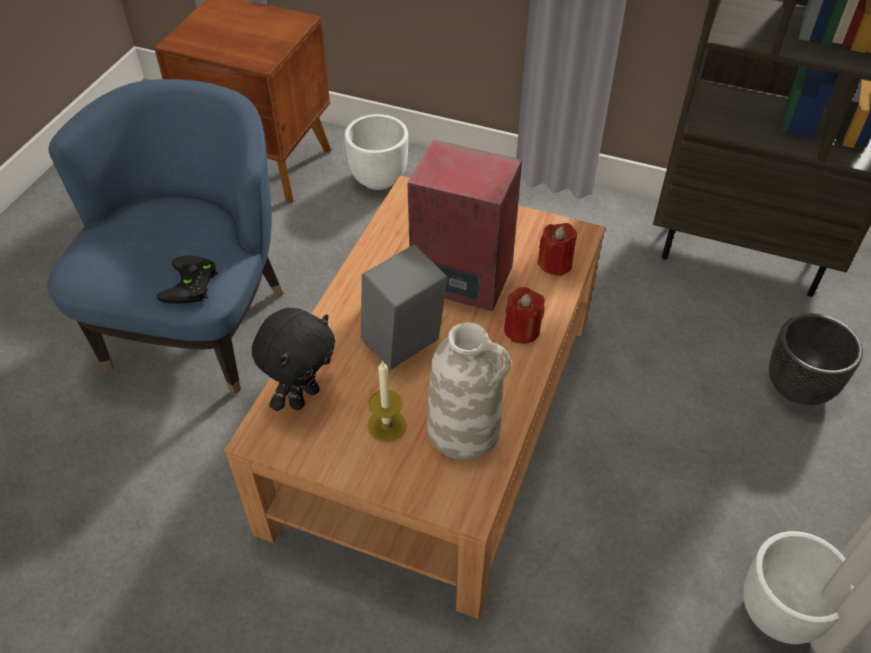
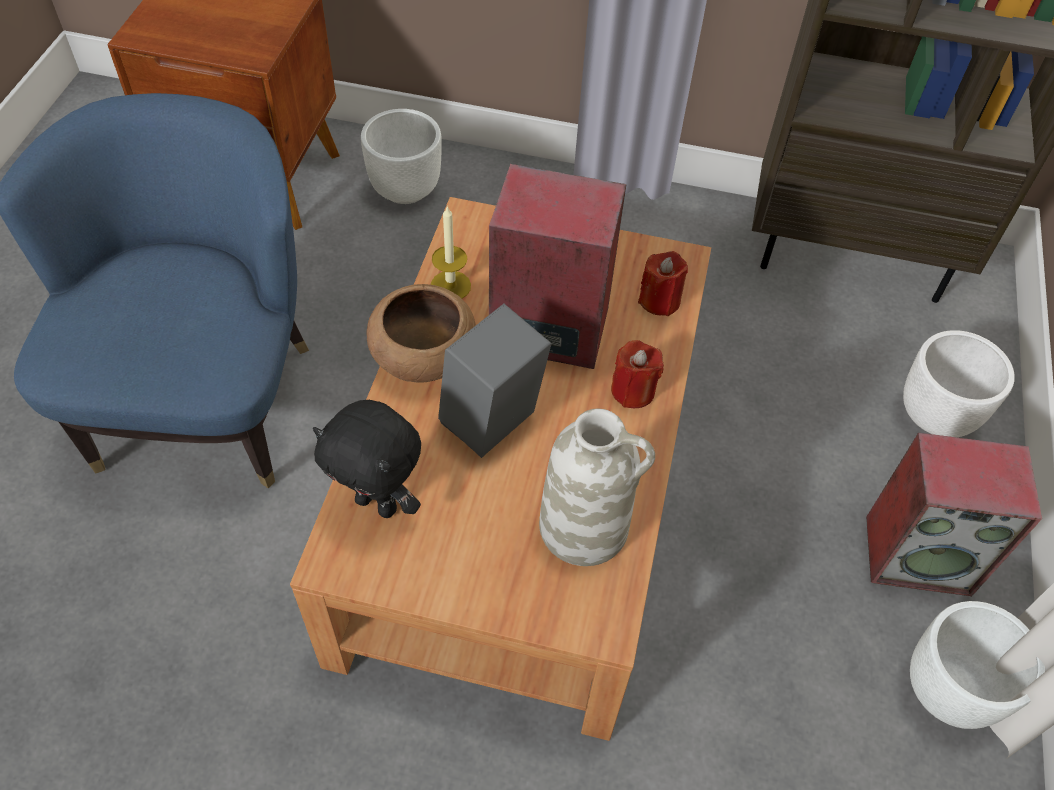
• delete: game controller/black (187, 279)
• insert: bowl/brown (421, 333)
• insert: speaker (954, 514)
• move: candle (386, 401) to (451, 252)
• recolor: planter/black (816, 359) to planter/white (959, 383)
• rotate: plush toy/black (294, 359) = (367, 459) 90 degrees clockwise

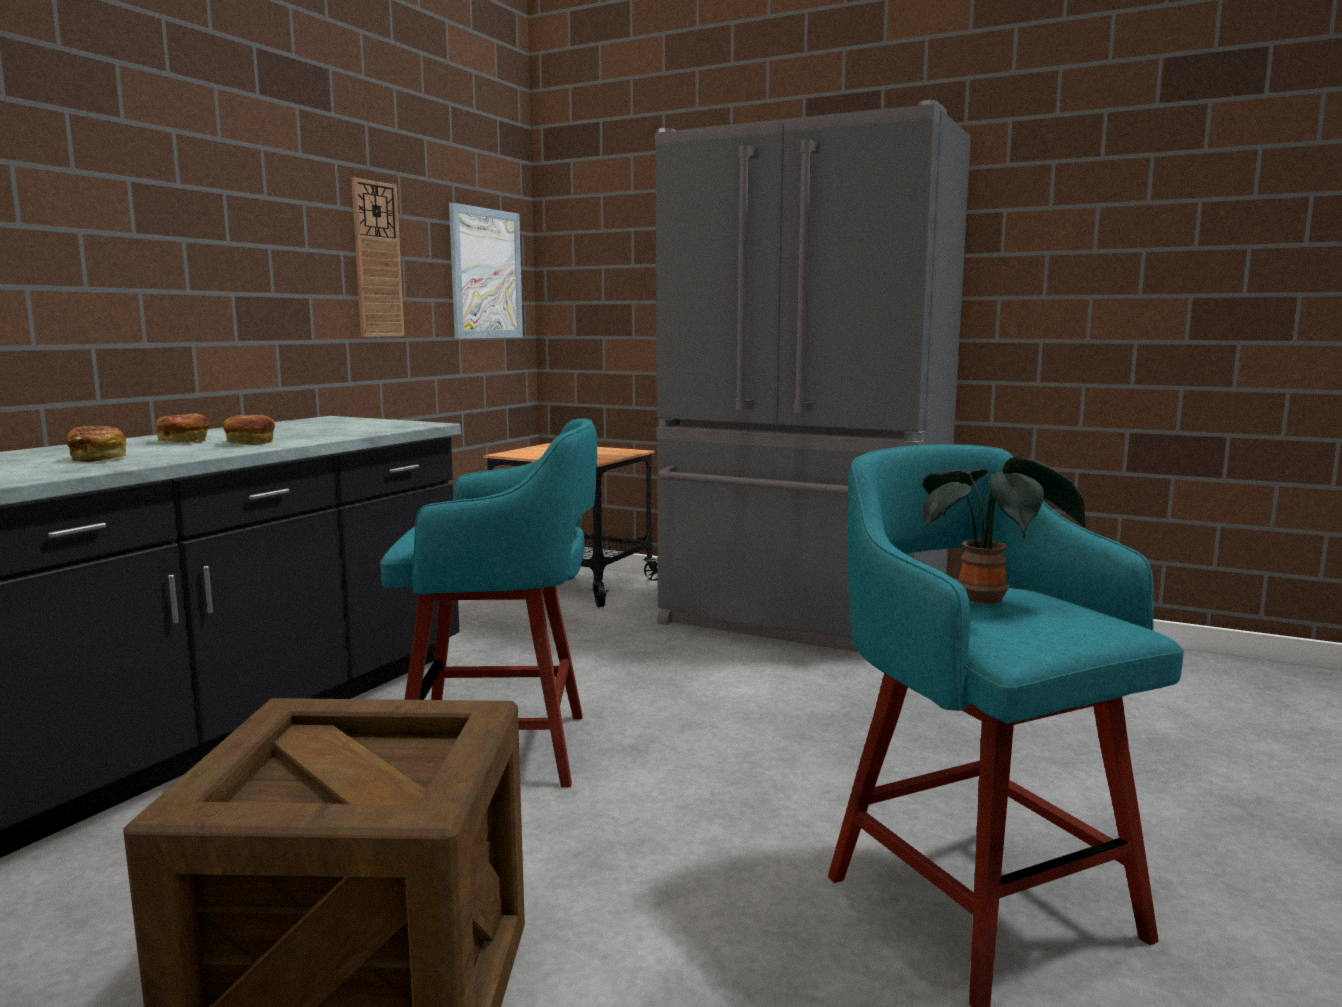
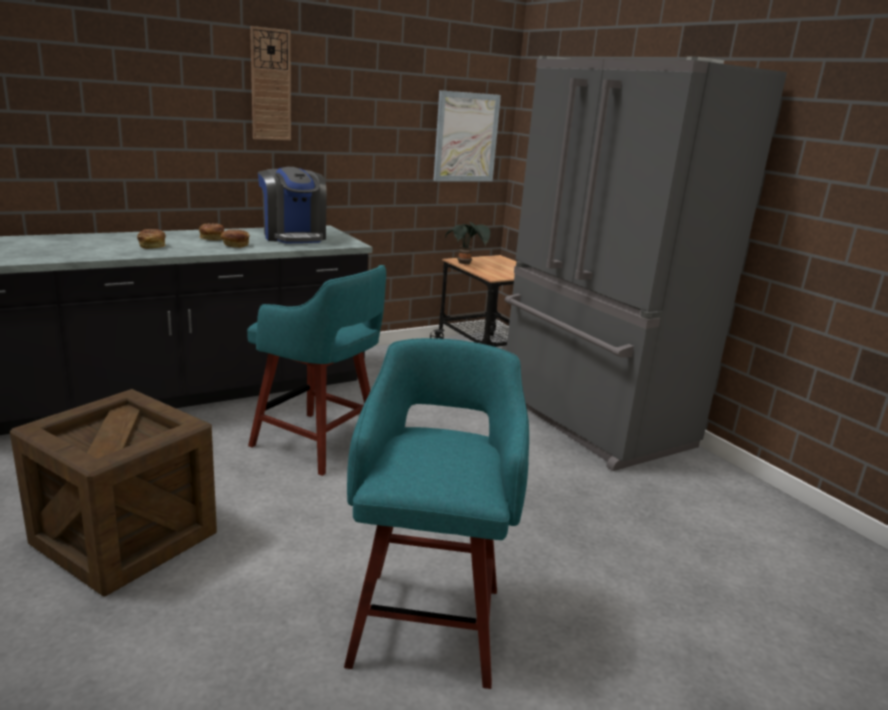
• insert: coffee machine (292, 205)
• move: wall clock (377, 257) to (270, 83)
• move: potted plant (1004, 530) to (467, 243)

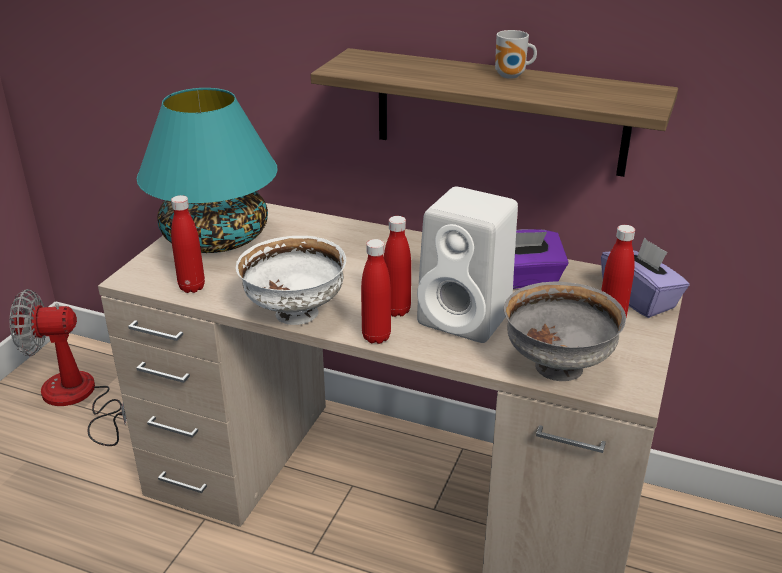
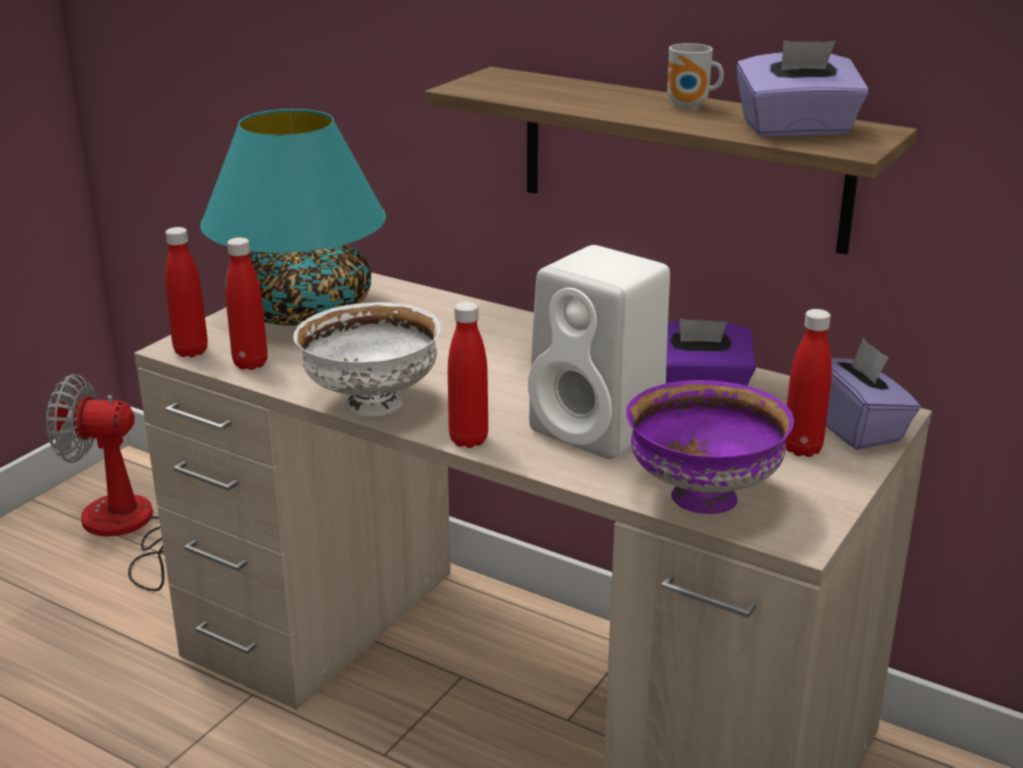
• insert: tissue box/purple (802, 88)
• move: bottle/red (397, 266) to (186, 292)
• recolor: bowl/grey (564, 331) to bowl/purple (710, 447)

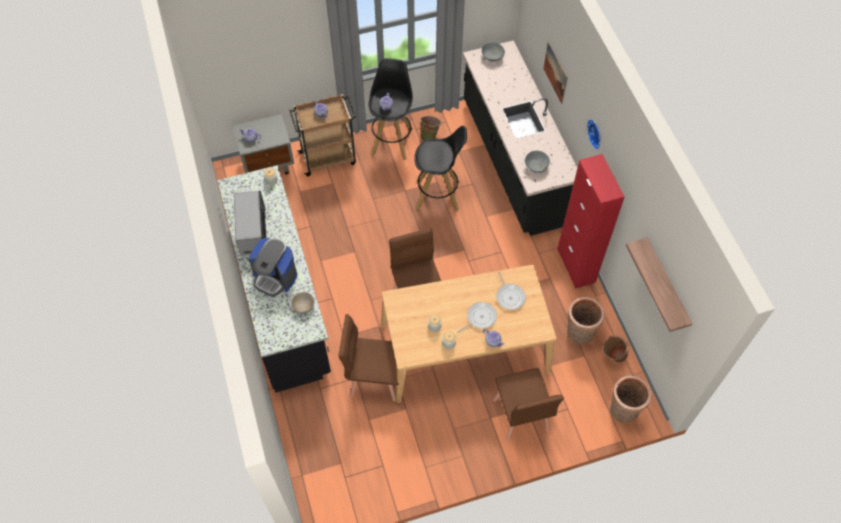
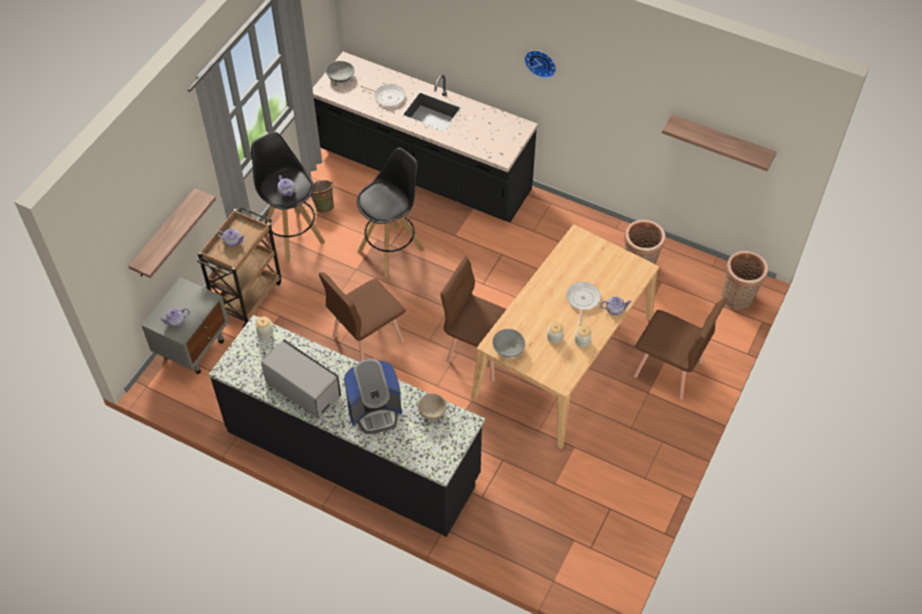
• delete: picture (555, 73)
• delete: cabinet/red (591, 221)
• delete: bucket/brown (616, 349)
• insert: shelf (172, 233)
• move: chair/brown (368, 358) to (362, 316)
• move: frying pan (511, 291) to (382, 95)
• move: bowl/grey (537, 162) to (508, 343)

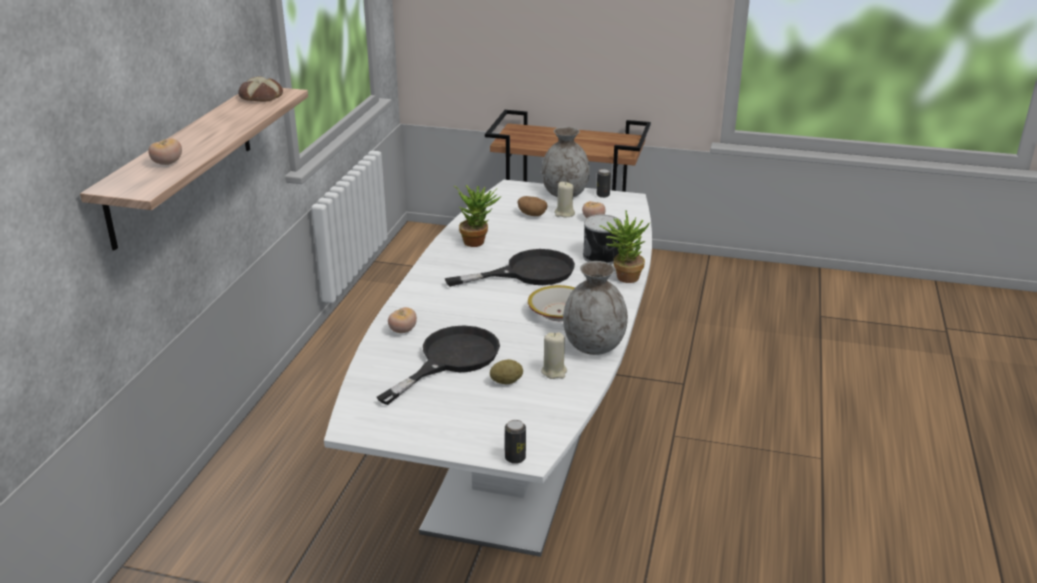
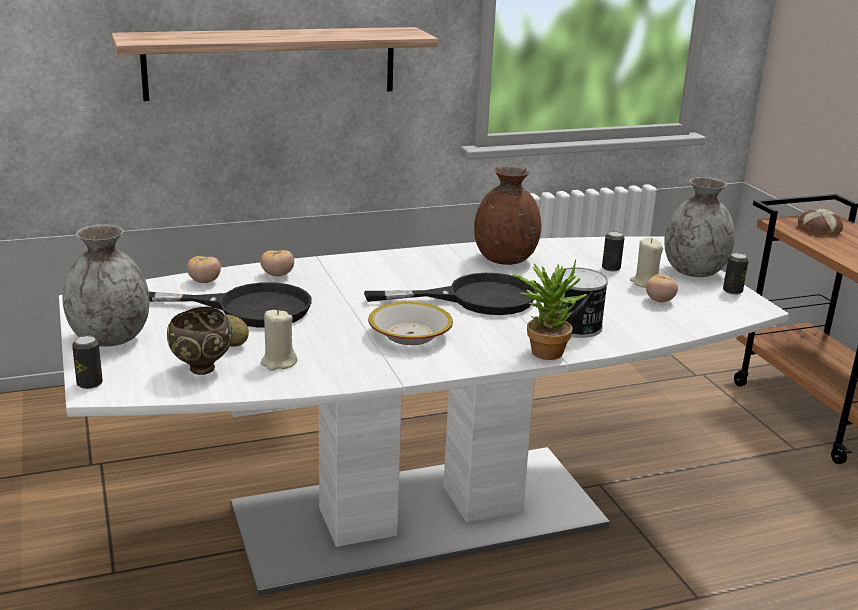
• insert: bowl/brown (200, 341)
• move: tomato (165, 151) to (204, 269)
• move: bread (260, 89) to (820, 221)
• move: vase/grey (595, 308) to (106, 285)
• replace: potted plant (477, 216) to vase/brown (507, 215)
• replace: potato (532, 206) to can (613, 251)
• rotate: frying pan/black (510, 268) = (451, 294) 45 degrees counterclockwise

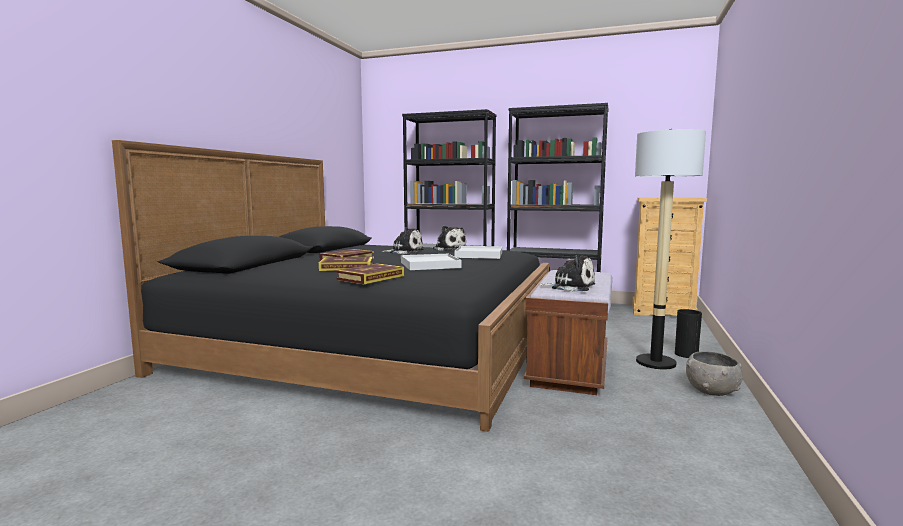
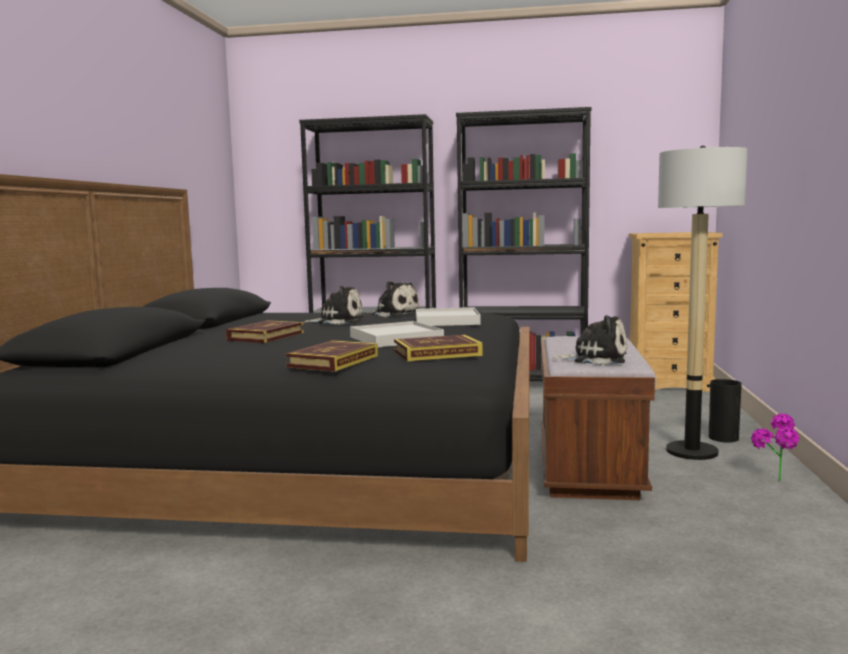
• move: book (346, 264) to (438, 348)
• replace: bowl/grey (714, 373) to potted plant (775, 447)

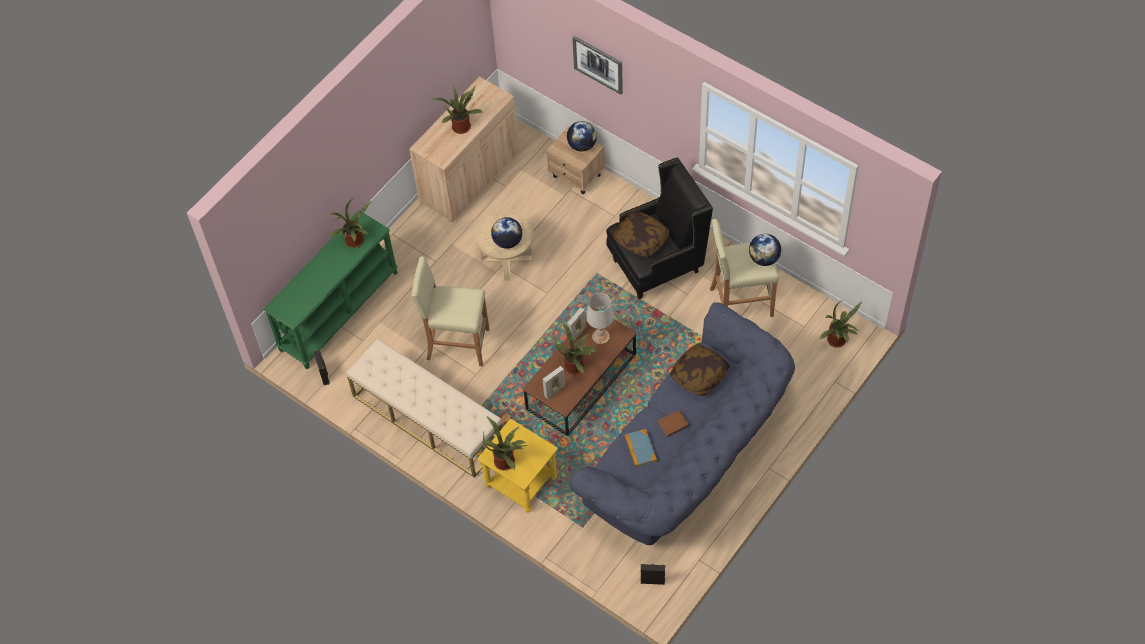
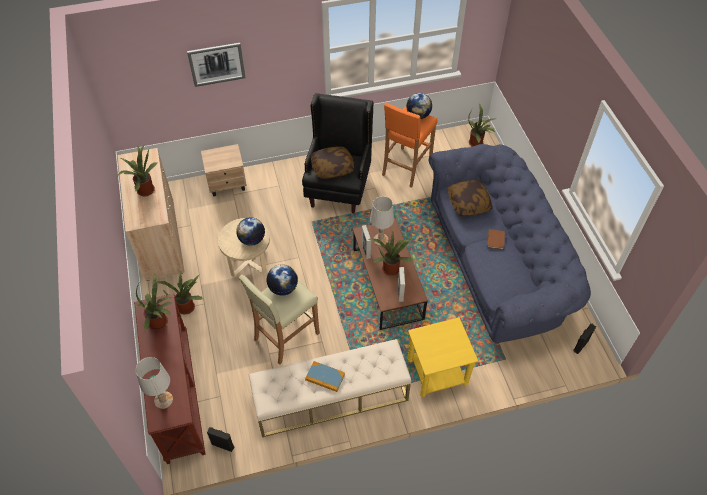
• insert: table lamp/white (154, 383)
• move: potted plant (505, 443) to (180, 293)
• move: globe (582, 136) to (282, 280)
• move: book (641, 448) to (325, 376)
• recolor: console table/green (331, 290) to console table/brown (170, 378)
• recolor: stool/beige (744, 268) to stool/orange (410, 145)

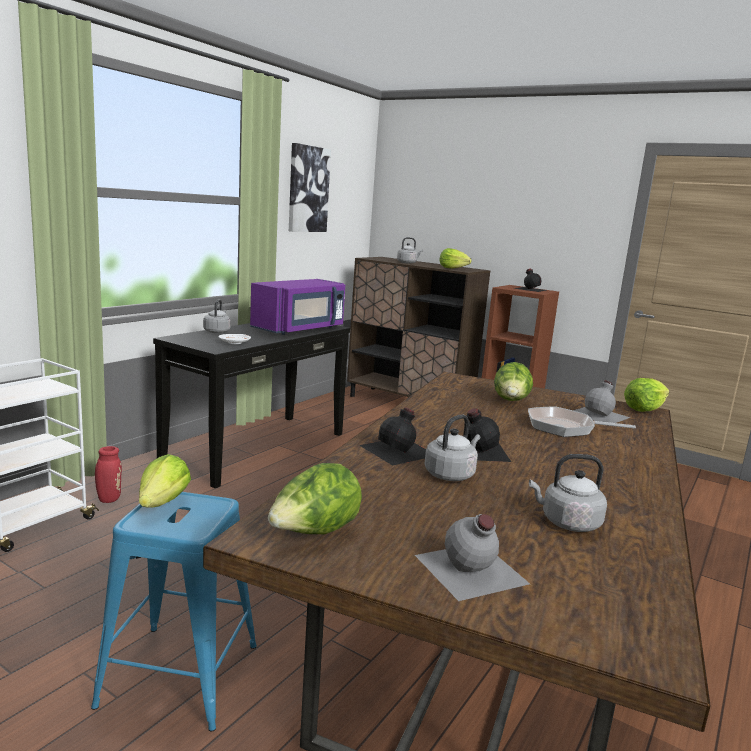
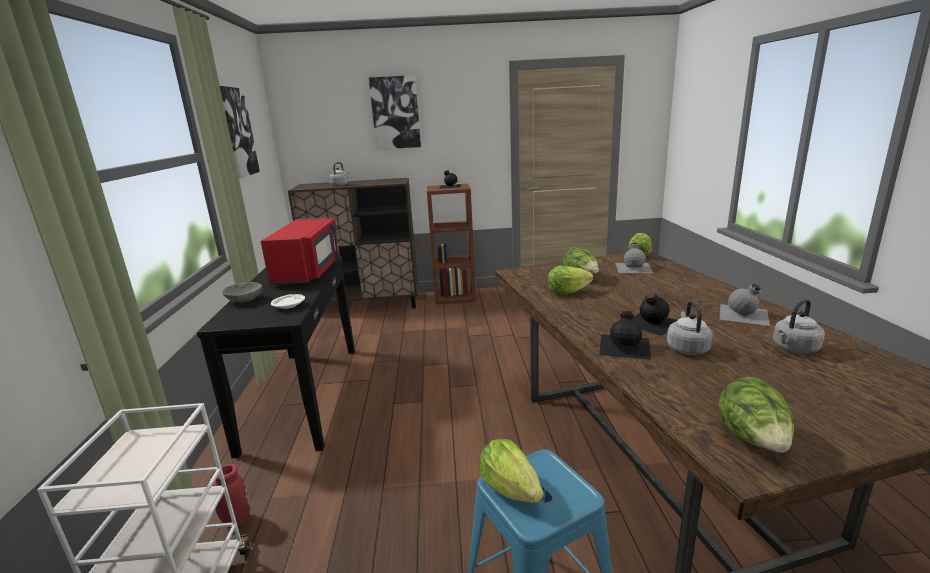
• delete: frying pan (582, 422)
• insert: picture (395, 112)
• move: bottle/grey (472, 557) to (745, 305)
• move: lettuce (455, 258) to (570, 280)
• replace: kettle/grey (217, 316) to bowl/grey (242, 292)
• recolor: microwave/purple (297, 307) to microwave/red (300, 251)

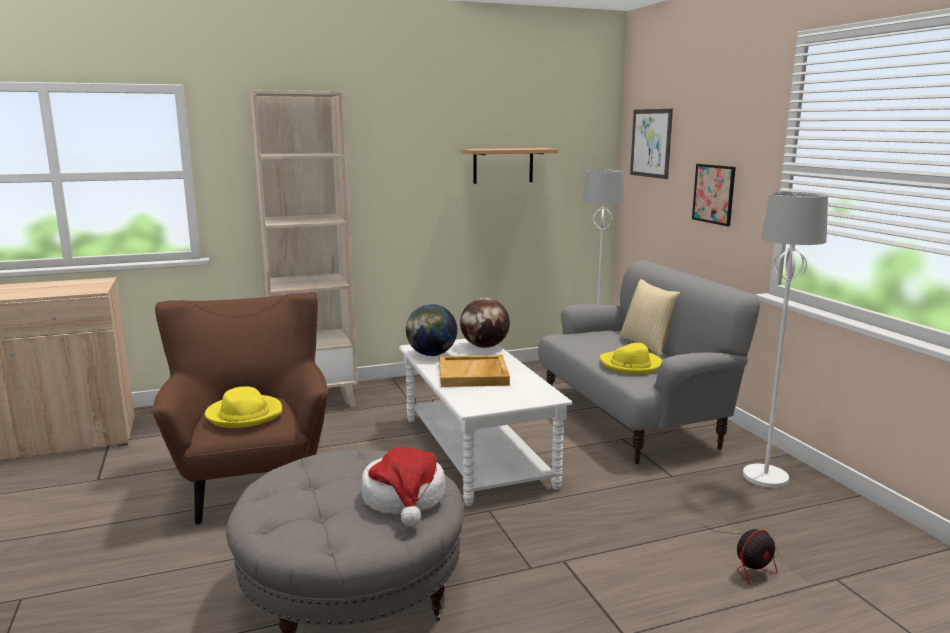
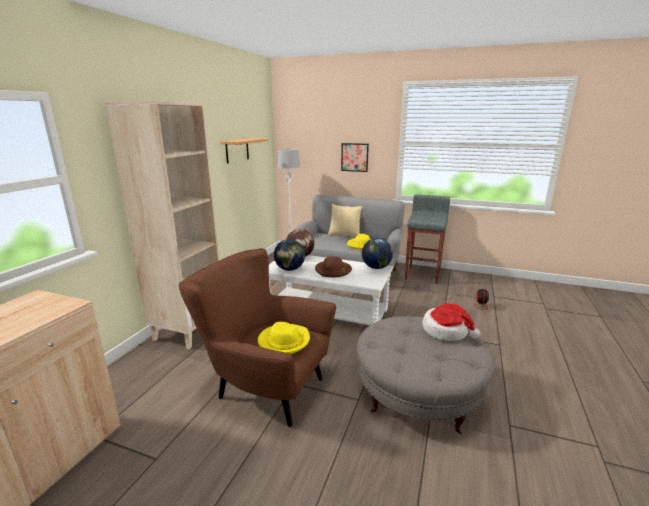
• delete: picture (651, 144)
• insert: globe (377, 253)
• replace: tray/beige (474, 371) to hat/brown (333, 266)
• replace: floor lamp/white (785, 340) to stool/grey (427, 239)

